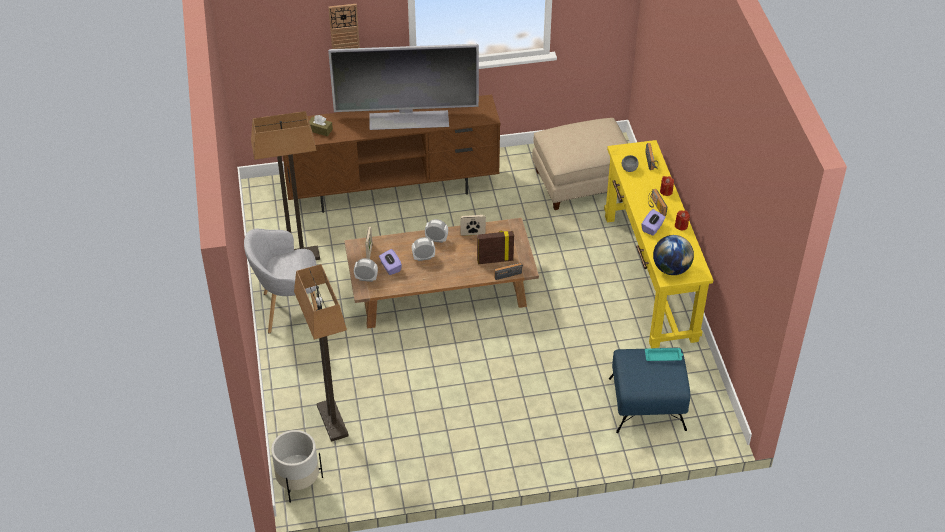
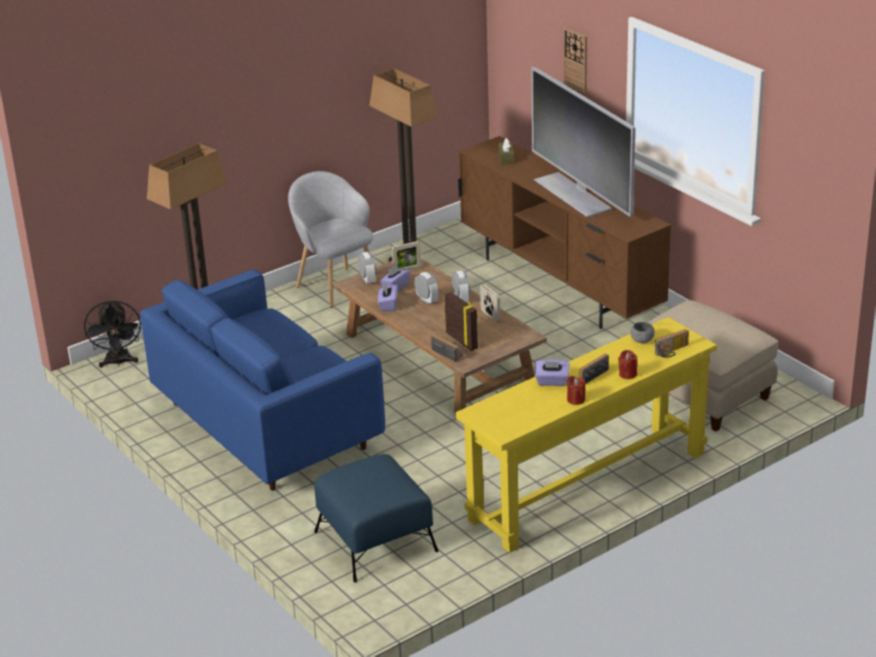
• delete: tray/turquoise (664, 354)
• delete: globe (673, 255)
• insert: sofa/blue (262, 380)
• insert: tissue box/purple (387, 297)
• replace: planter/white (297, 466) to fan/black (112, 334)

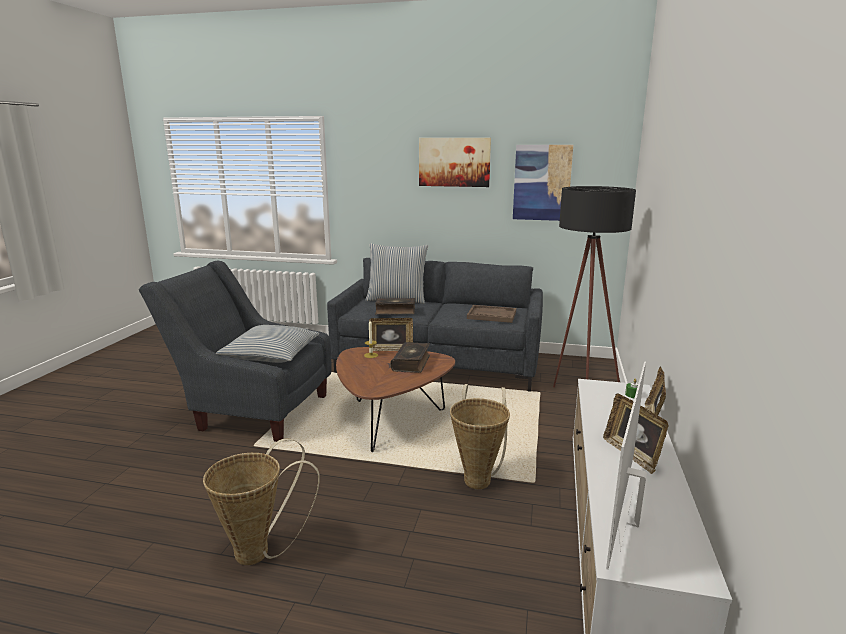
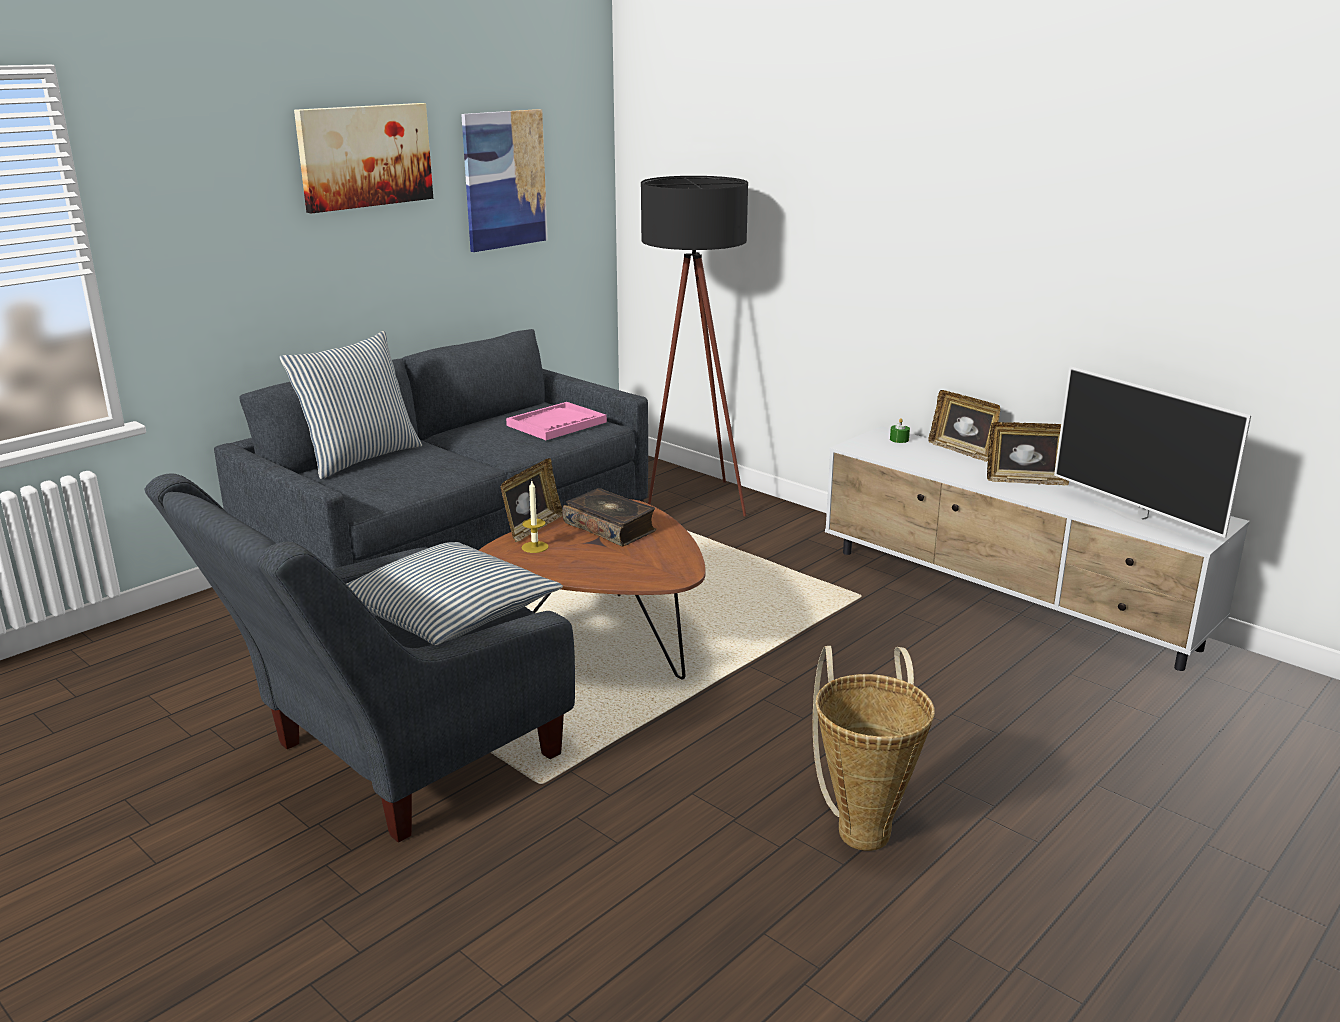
• delete: book (395, 306)
• delete: basket (480, 436)
• recolor: tray/brown (491, 314) to tray/pink (556, 421)

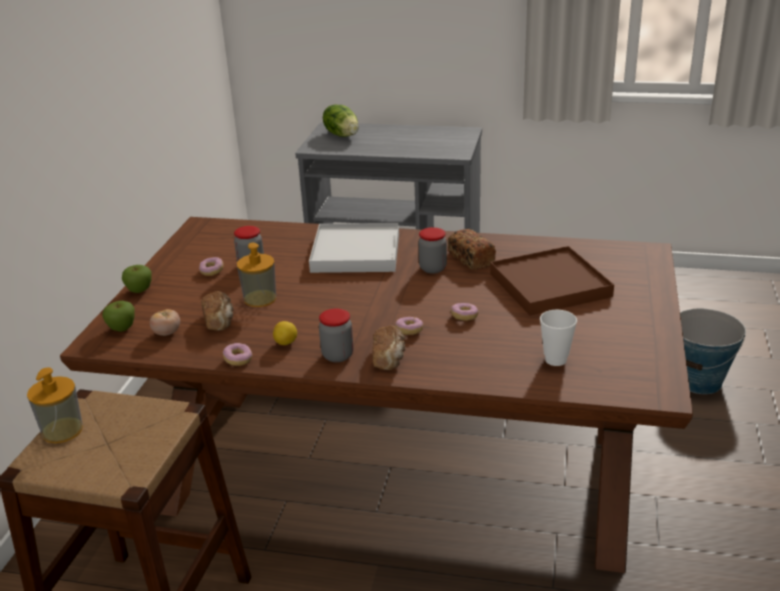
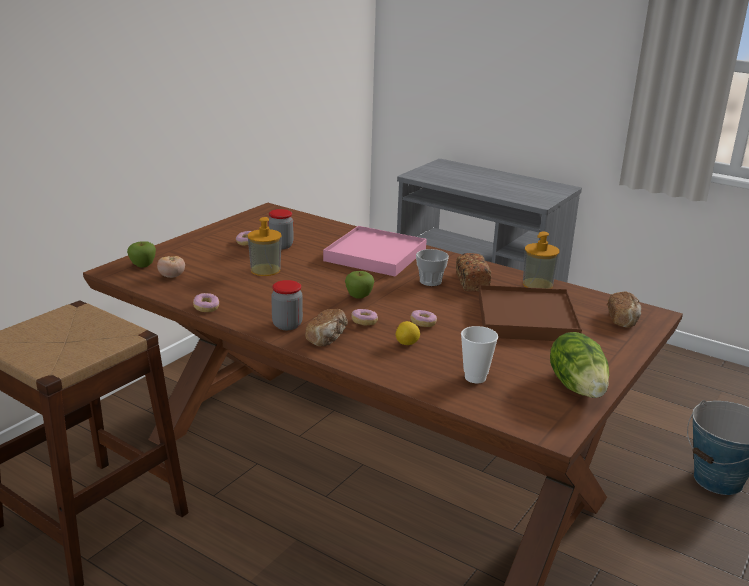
• move: soap dispenser (55, 405) to (541, 260)
• move: apple (137, 279) to (359, 285)
• move: bread (217, 311) to (624, 309)
• move: lemon (285, 333) to (408, 333)
• move: lettuce (341, 121) to (579, 365)
• replace: jar (432, 250) to cup (432, 267)
• recolor: tray/white (354, 248) to tray/pink (375, 251)

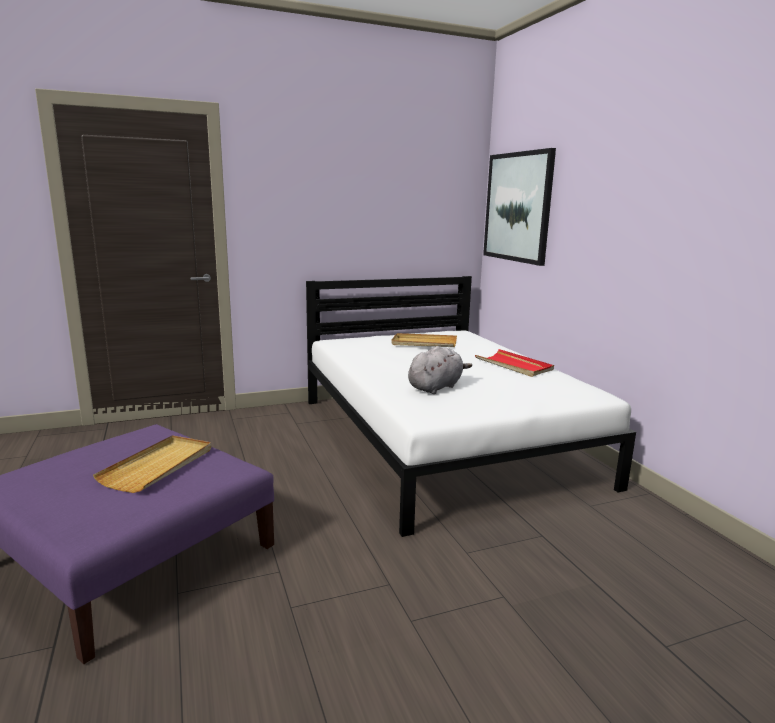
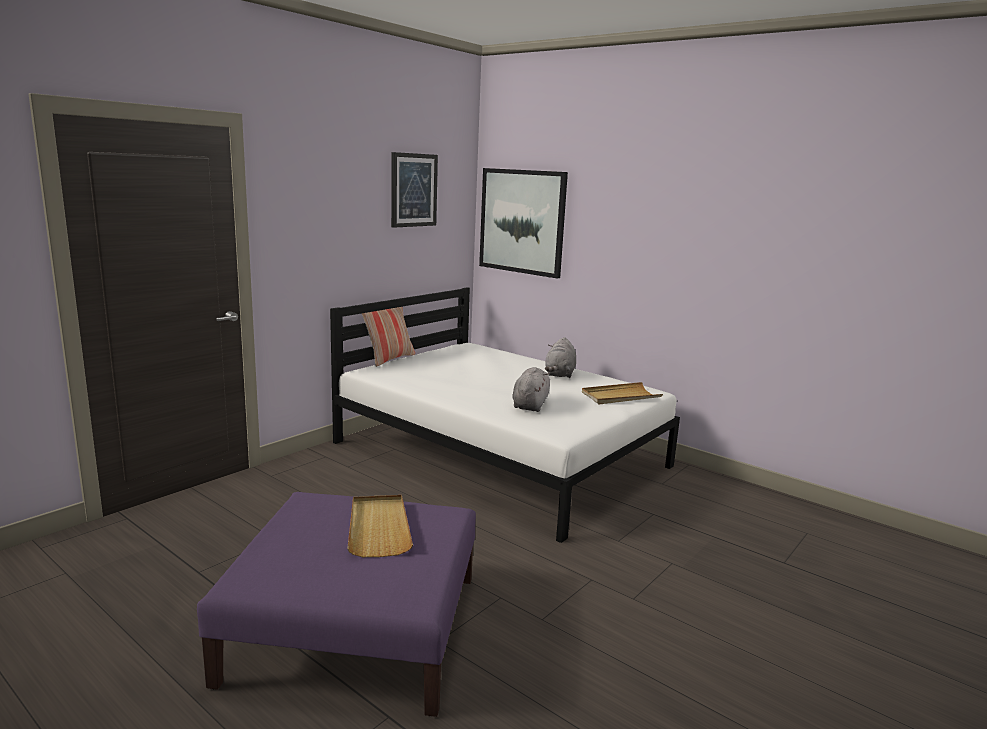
• insert: pillow (388, 337)
• insert: picture (414, 190)
• move: tray/beige (424, 340) to (622, 393)
• replace: tray/red (514, 363) to plush toy/grey (560, 357)

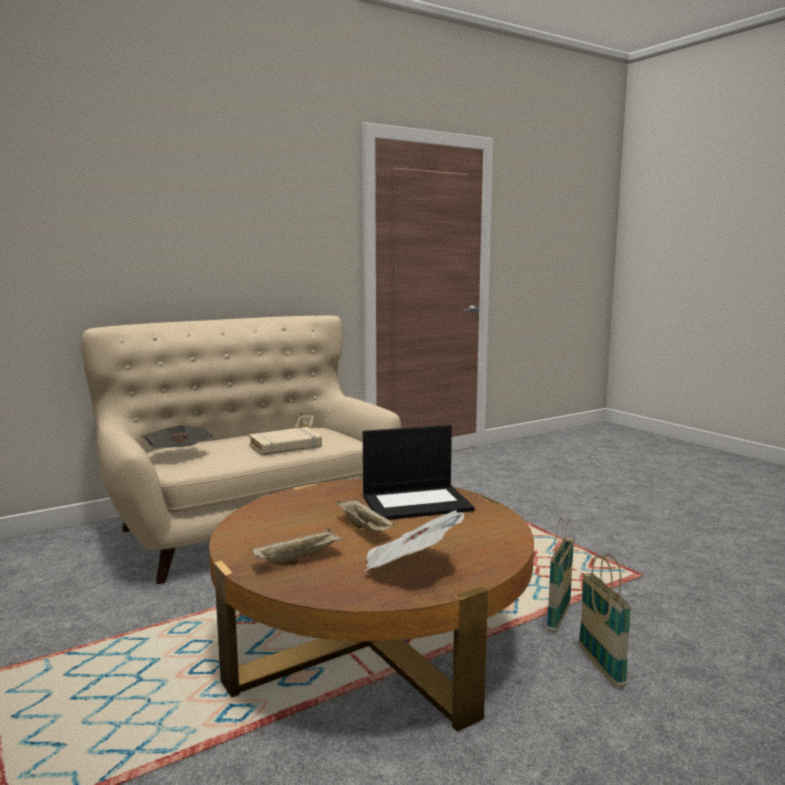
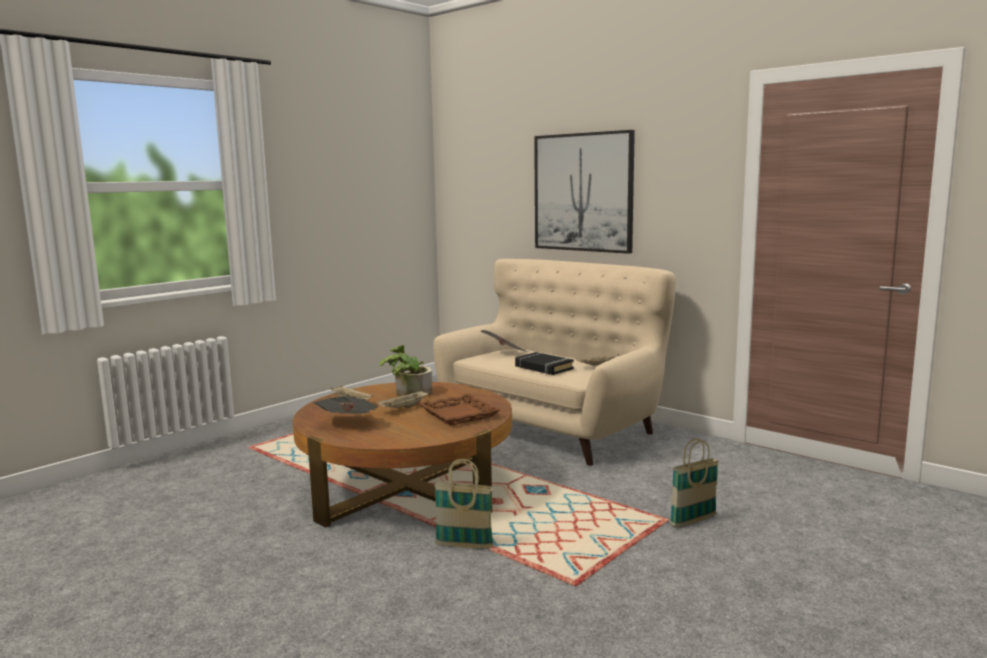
• insert: potted plant (405, 371)
• insert: picture (584, 192)
• move: basket (605, 621) to (694, 483)
• replace: laptop (418, 472) to tray/brown (459, 410)
• recolor: book/beige (285, 441) to book/black (544, 363)

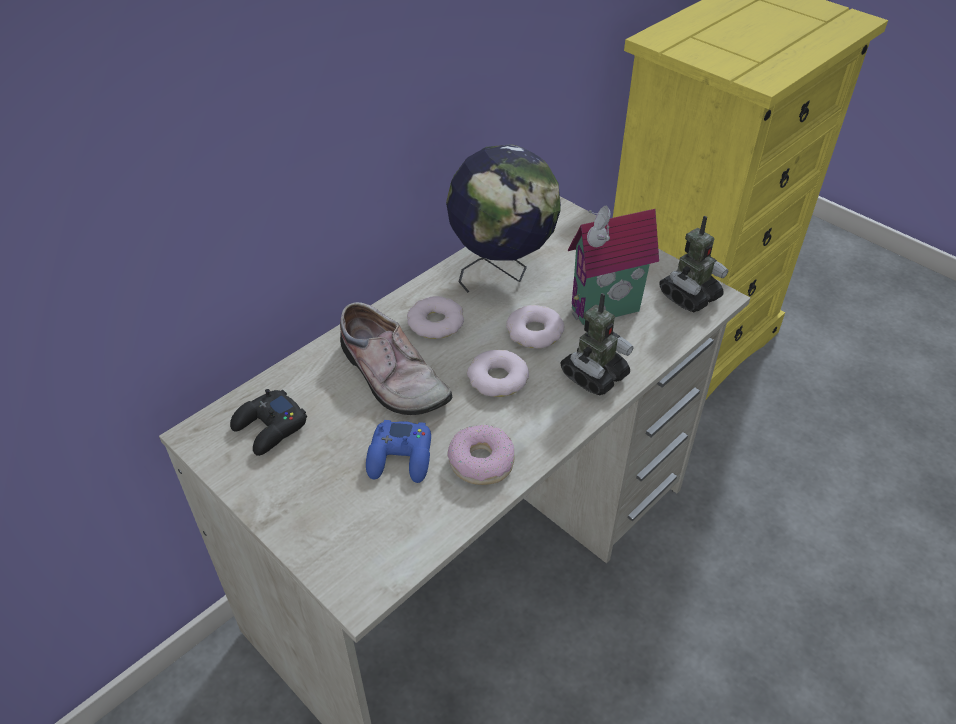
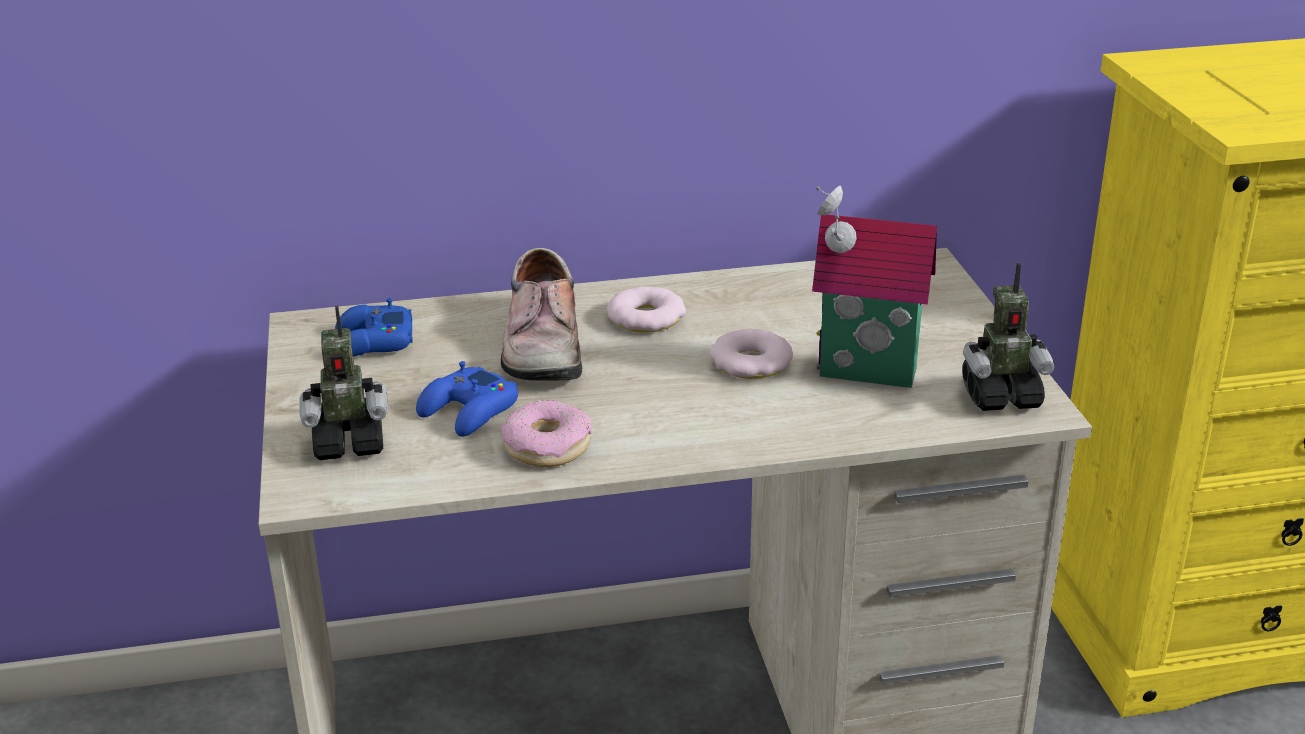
• delete: globe (503, 218)
• delete: donut (498, 373)
• move: toy robot (597, 344) to (343, 382)
• recolor: game controller/black (268, 422) to game controller/blue (374, 327)

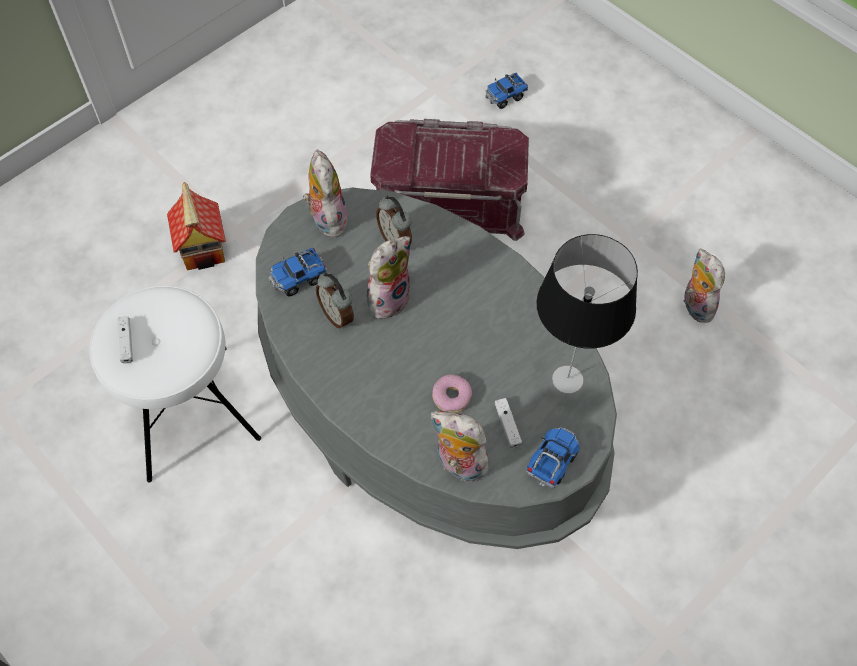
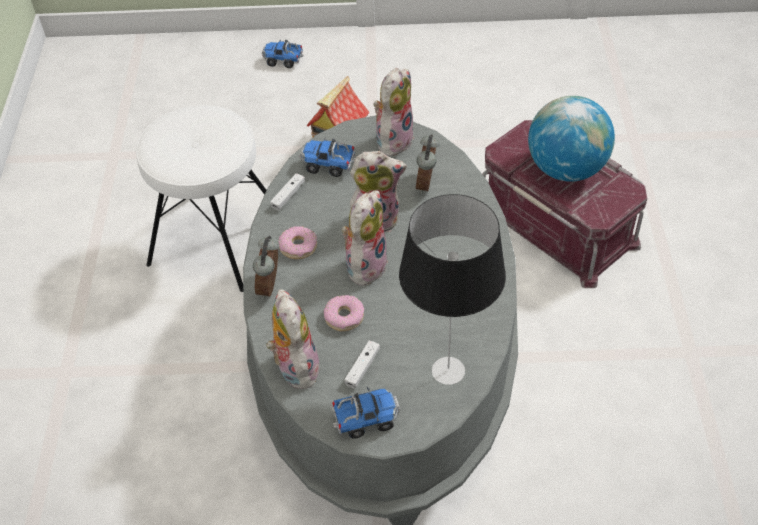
• insert: donut (297, 242)
• insert: globe (571, 139)
• move: game controller/white (125, 339) to (287, 192)
• move: alarm clock (335, 300) to (266, 267)
• move: toy truck (506, 91) to (283, 53)
• move: plush toy (704, 285) to (364, 238)

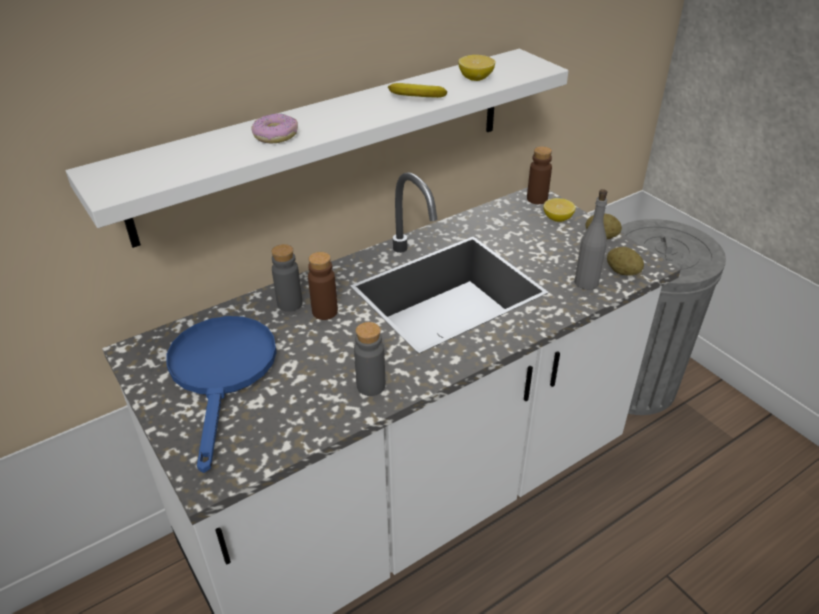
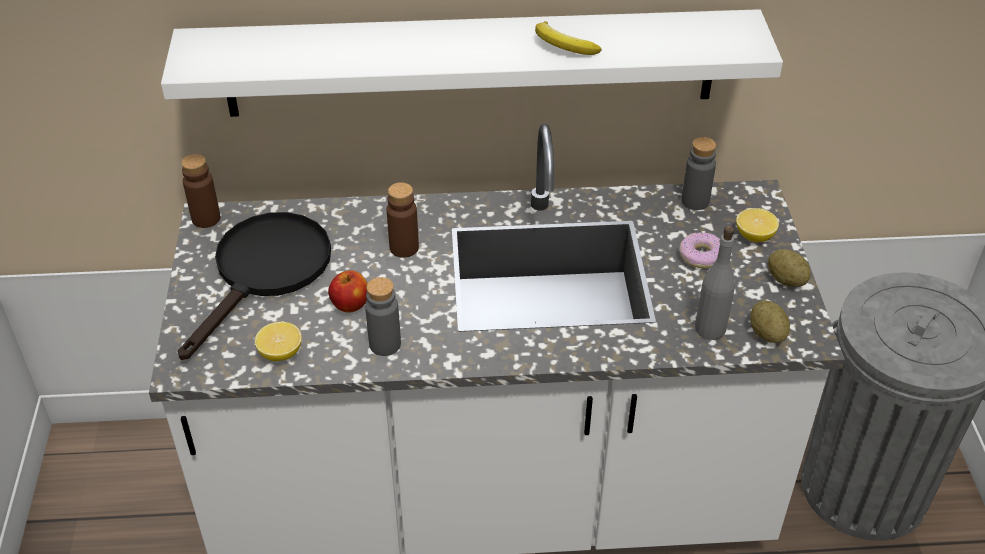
• insert: apple (348, 292)
• move: donut (274, 128) to (699, 250)
• move: bottle/grey (287, 278) to (698, 173)
• move: lemon (476, 68) to (278, 341)
• move: bottle/brown (539, 175) to (200, 191)
• recolor: frying pan/blue (222, 394) to frying pan/black (254, 286)

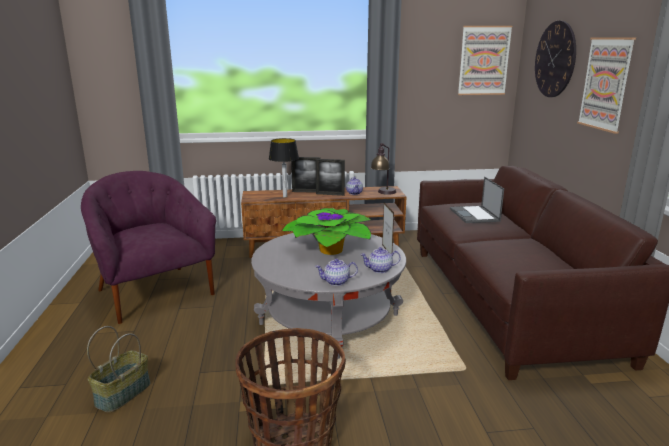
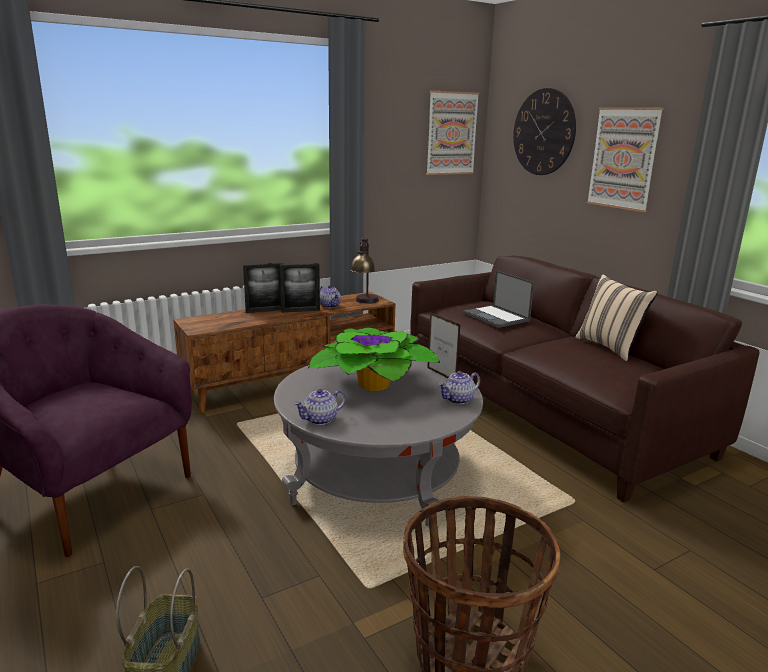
• delete: table lamp (284, 167)
• insert: pillow/beige (617, 317)
• move: teapot (336, 272) to (320, 407)

